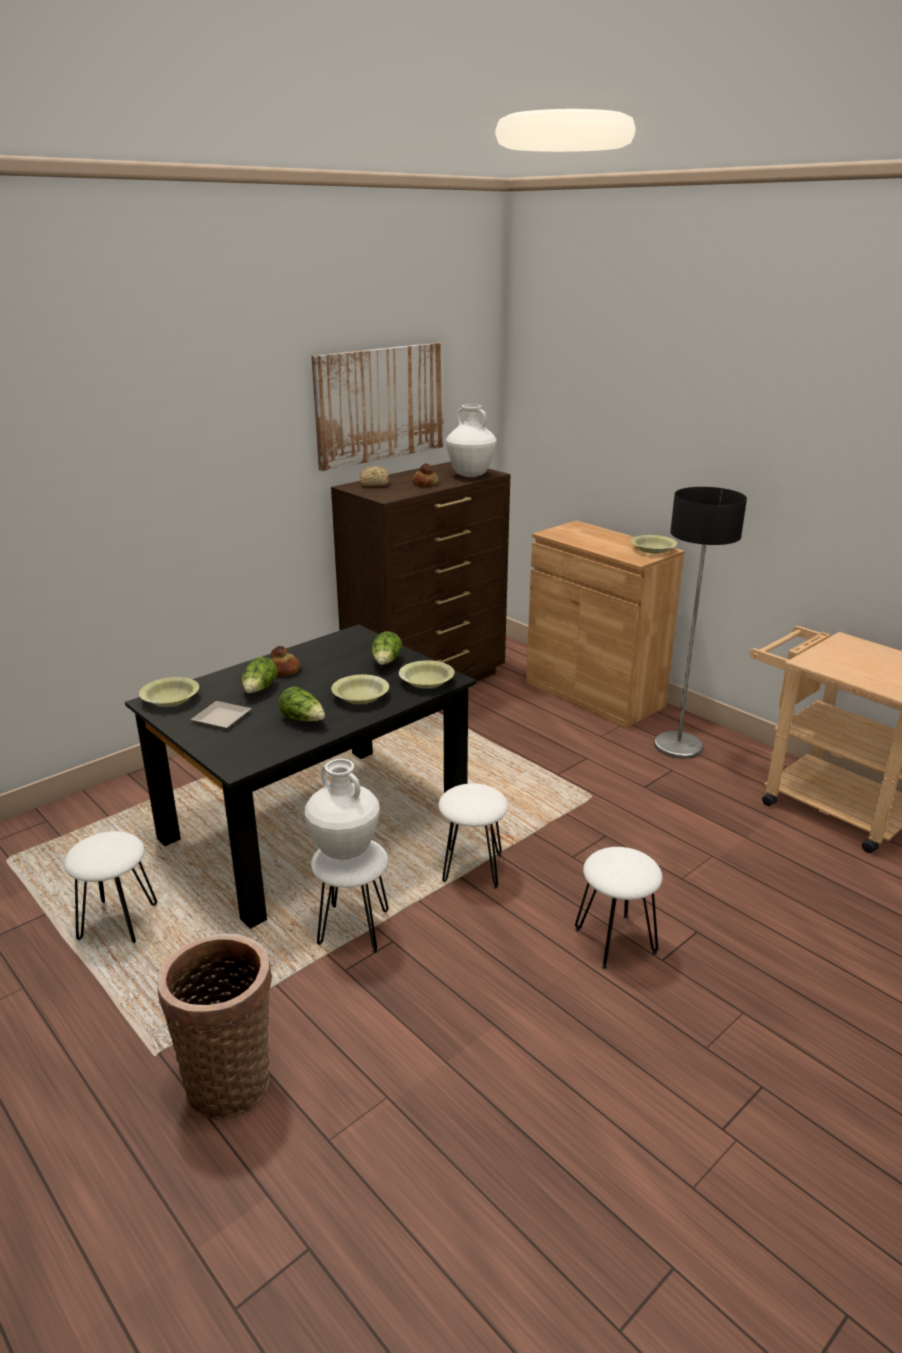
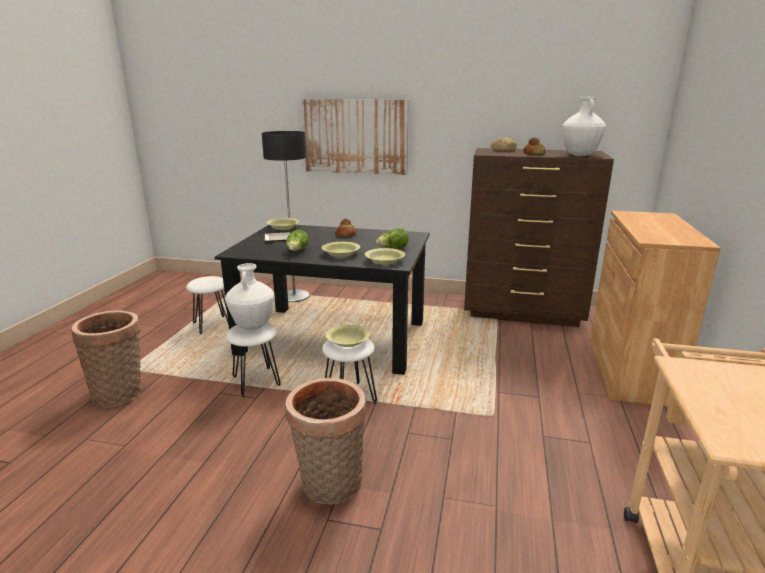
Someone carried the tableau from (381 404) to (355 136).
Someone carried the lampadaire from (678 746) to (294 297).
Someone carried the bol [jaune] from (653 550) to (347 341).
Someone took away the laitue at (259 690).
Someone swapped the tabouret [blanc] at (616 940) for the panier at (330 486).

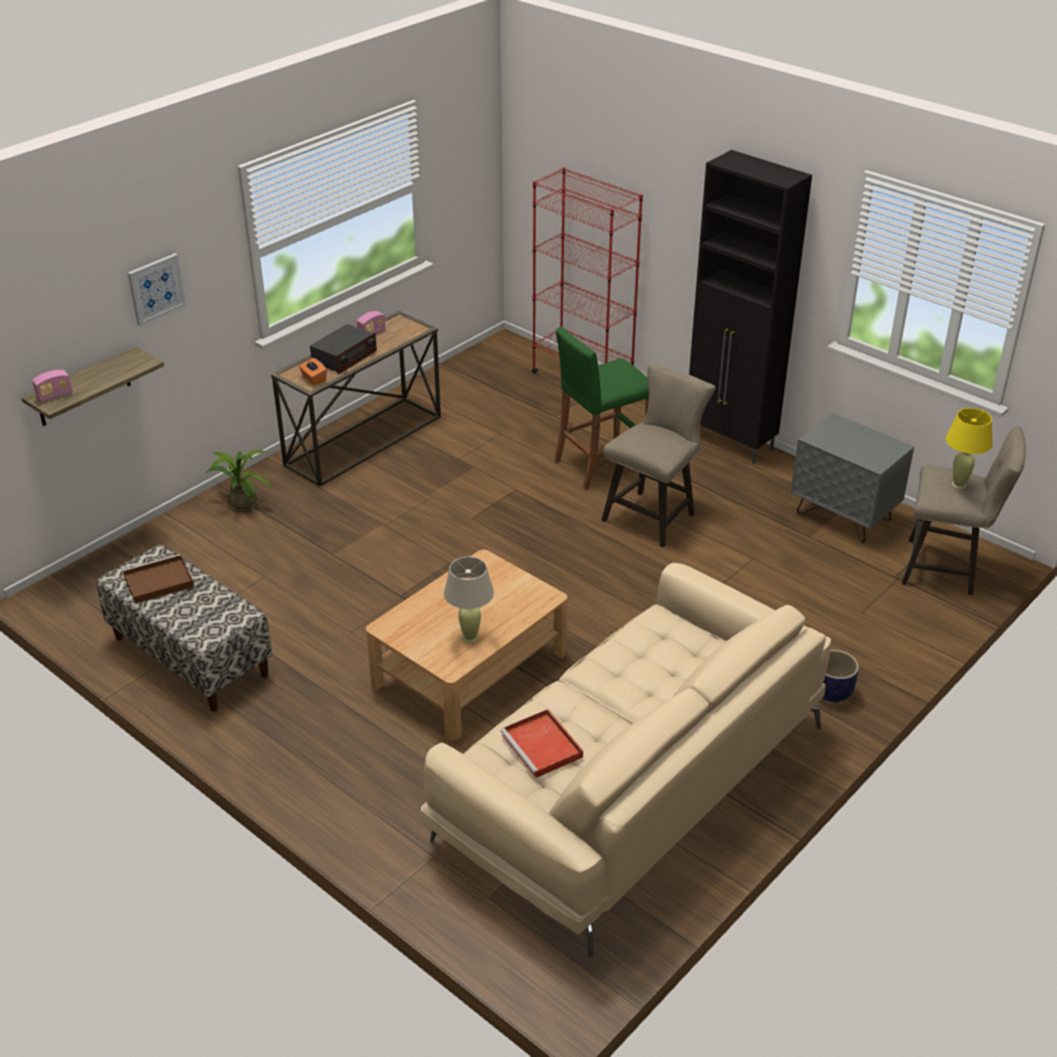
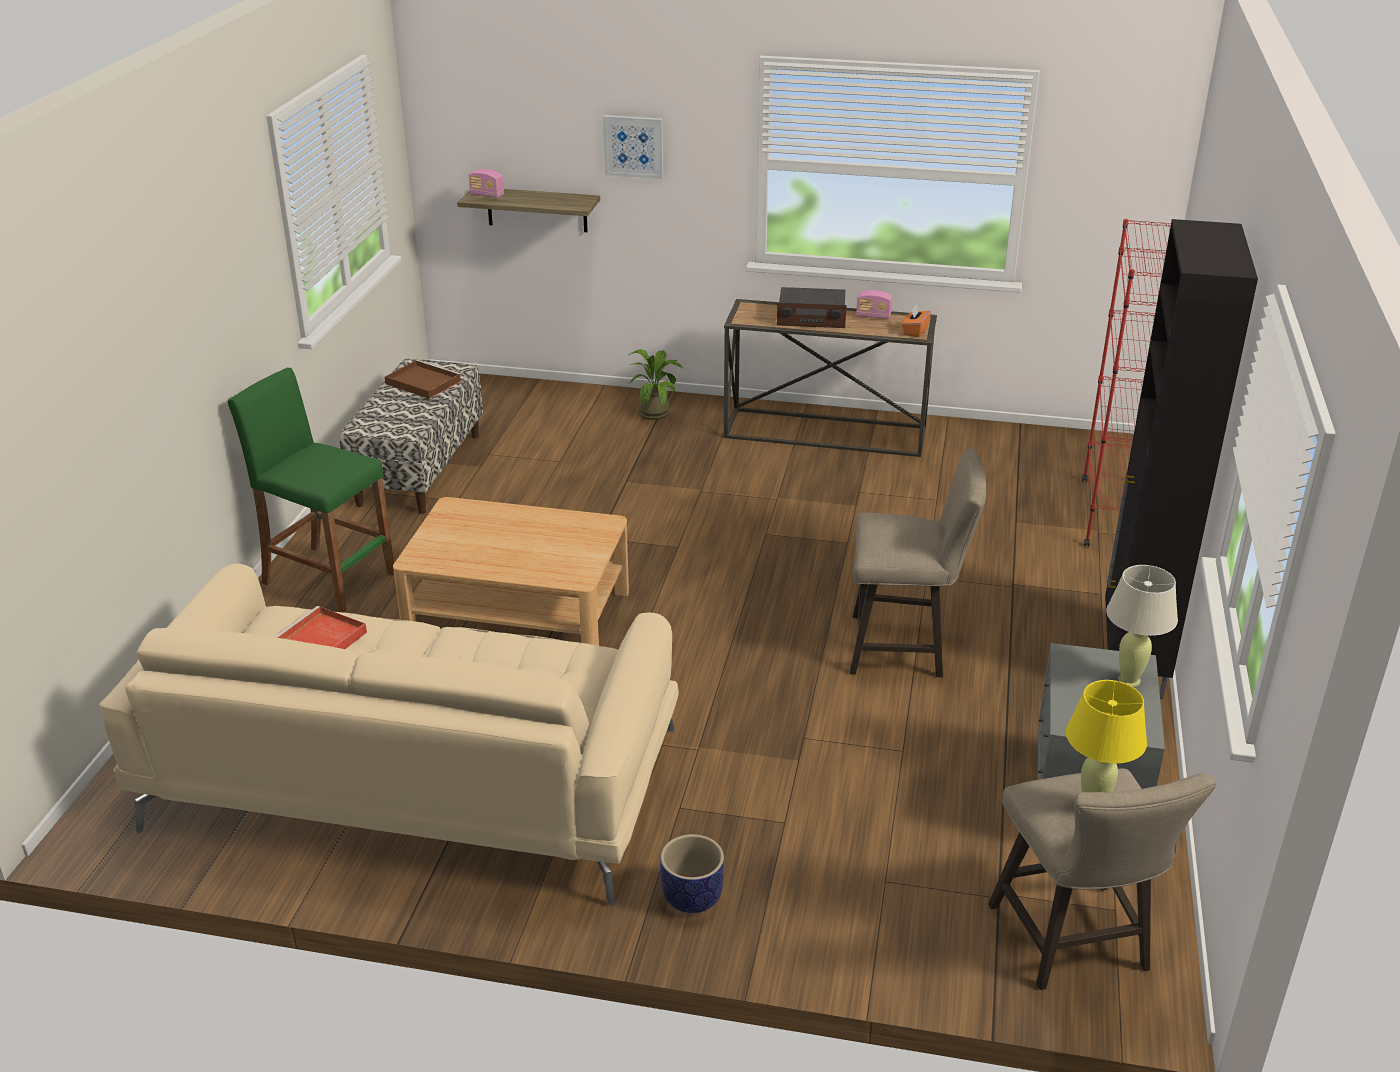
Someone carried the tabouret [vert] from (601 464) to (328 578).
Someone carried the boîte à mouchoirs [orange] from (313 378) to (915 331).
Someone carried the lampe de table [beige] from (470 637) to (1128 680).

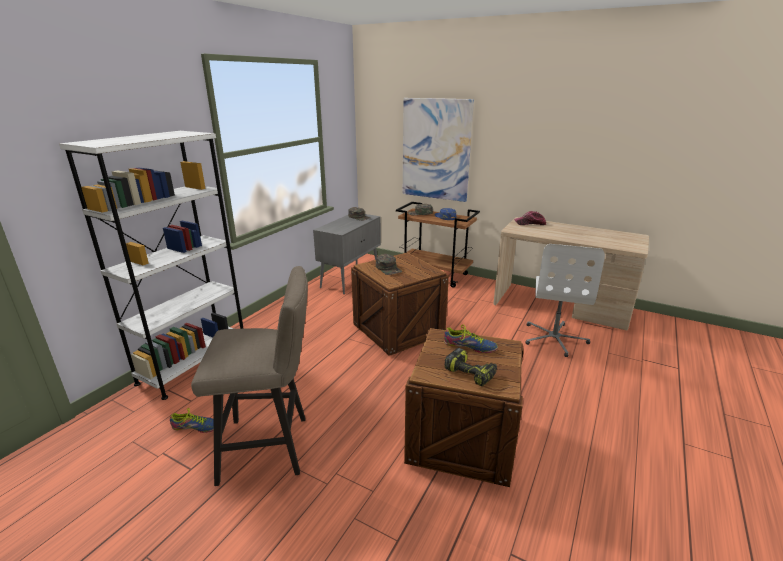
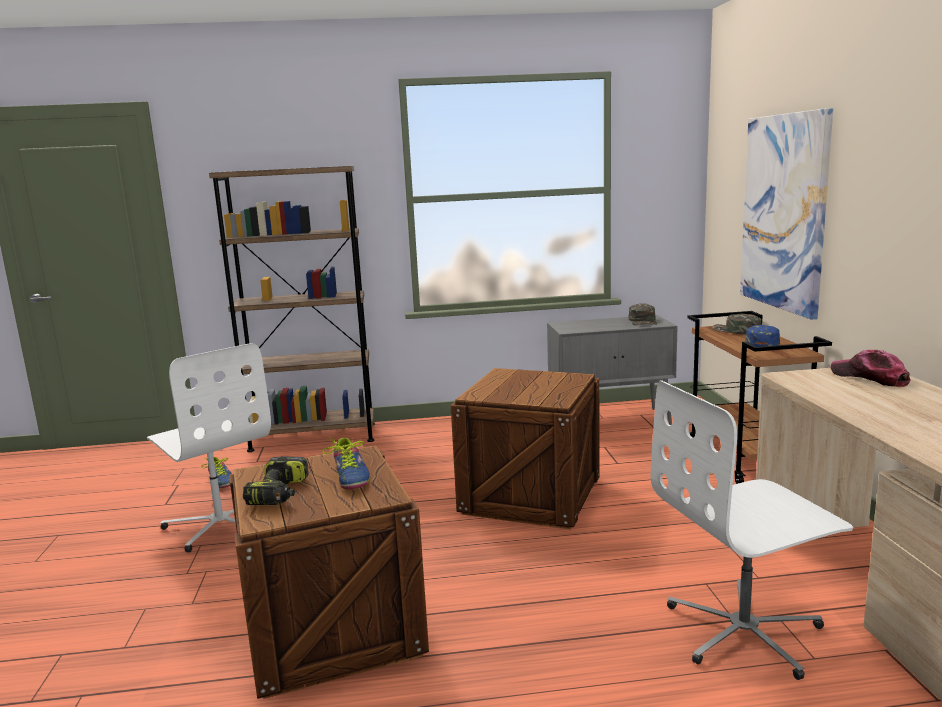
Someone repainted the bibliothèque [blanc] at (194 364), which became the bibliothèque [marron] at (313 437).
Someone took away the casquette [vert] at (388 268).
Someone swapped the tabouret [beige] at (272 447) for the chaise de bureau [blanc] at (221 523).

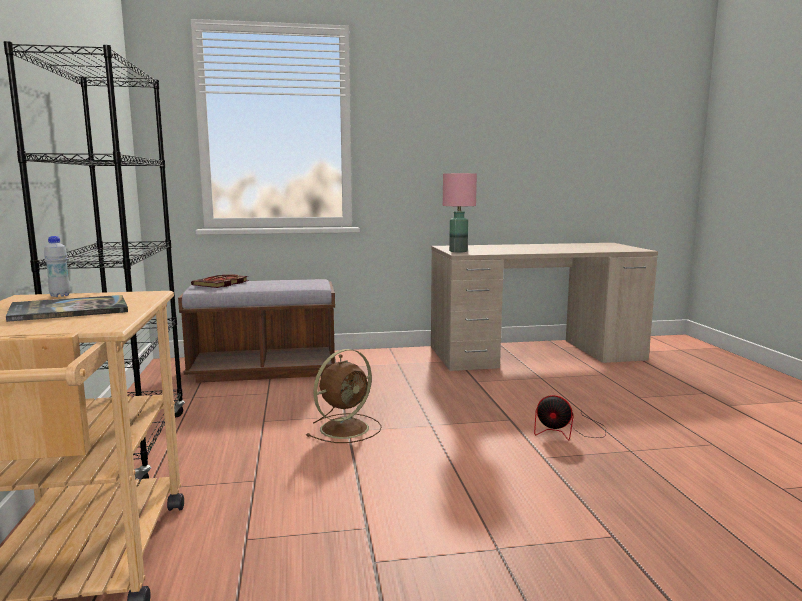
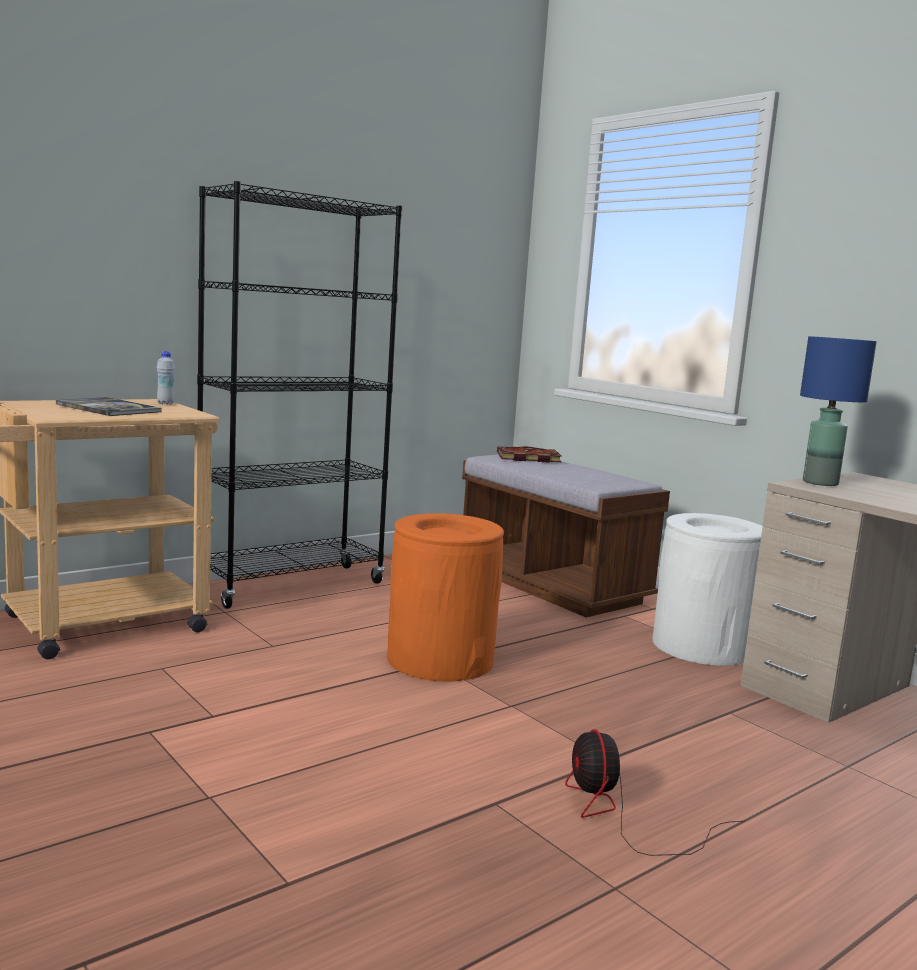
Someone repainted the lampe de table [rose] at (458 251), which became the lampe de table [bleu] at (819 483).
Someone swapped the ventilateur [marron] at (346 428) for the poubelle [orange] at (441 659).
Someone put down the poubelle [blanc] at (701 646).

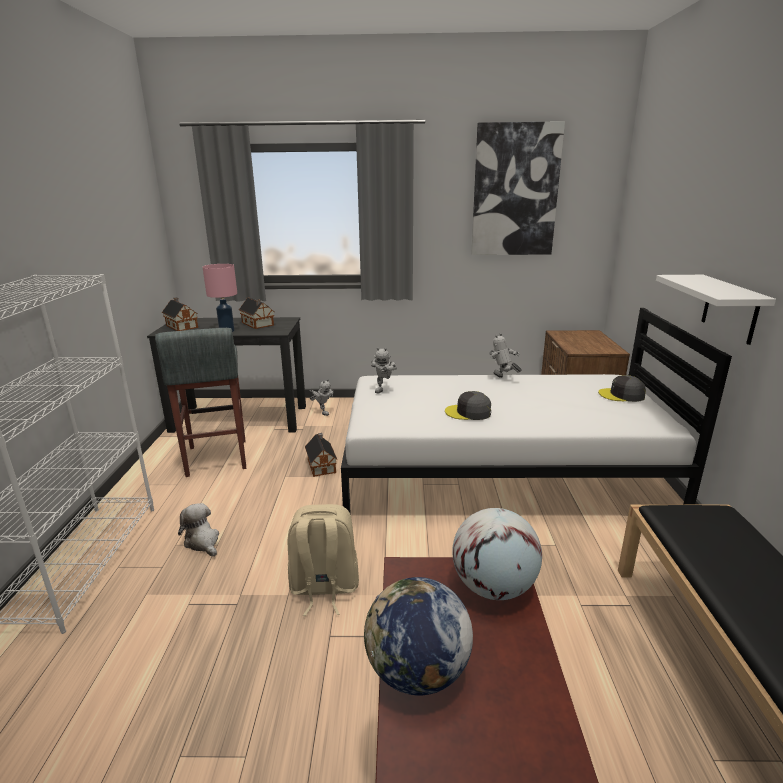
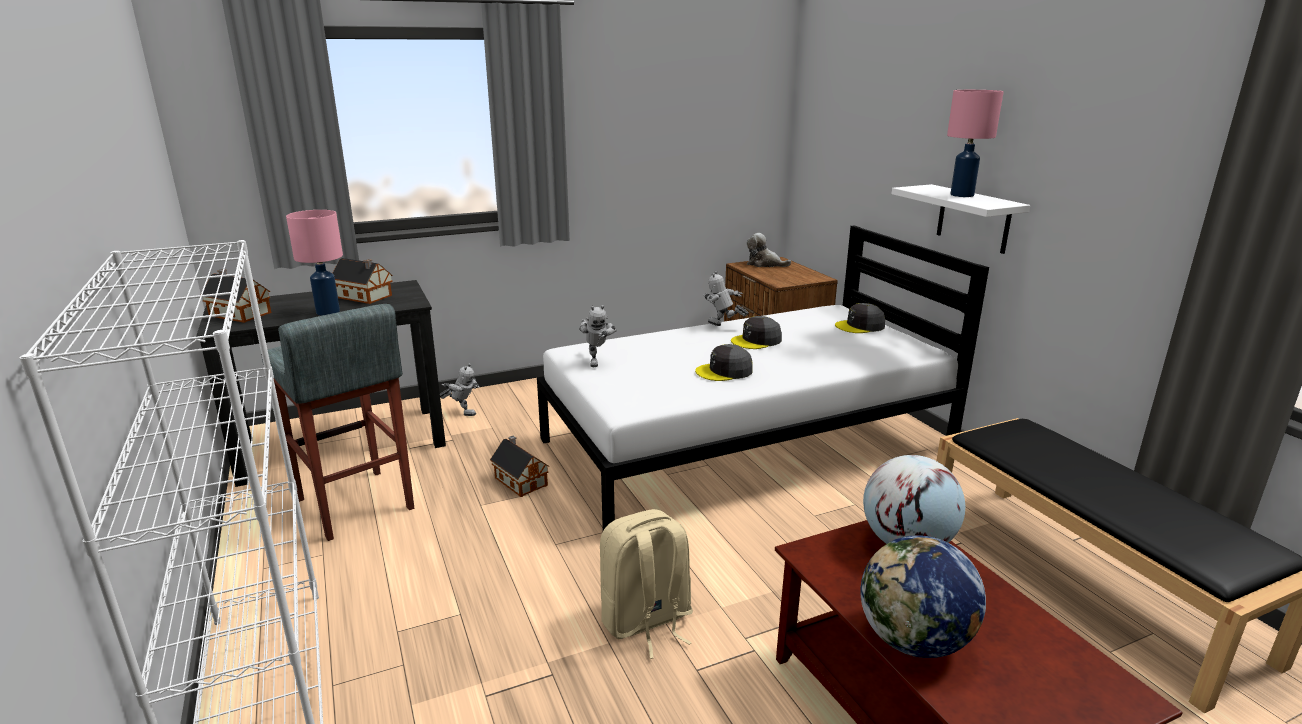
Someone took away the tableau at (515 191).
Someone carried the peluche from (202 542) to (764 264).
Someone put down the lampe de table [rose] at (961 195).
Someone put down the casquette [gris] at (756 341).

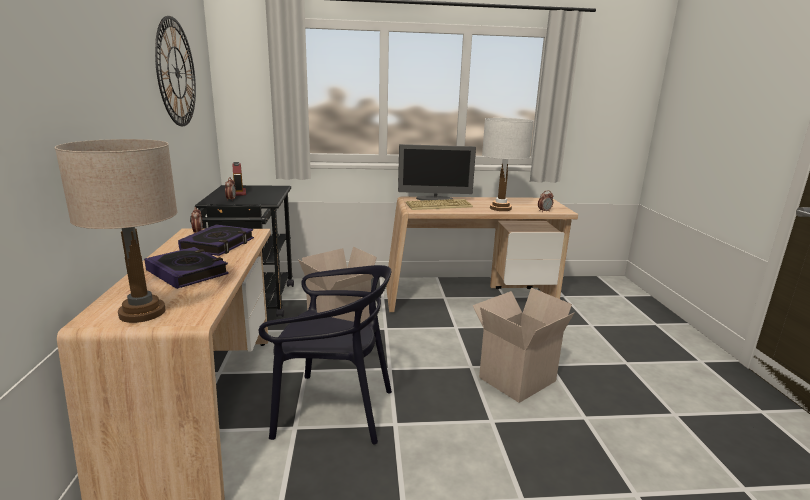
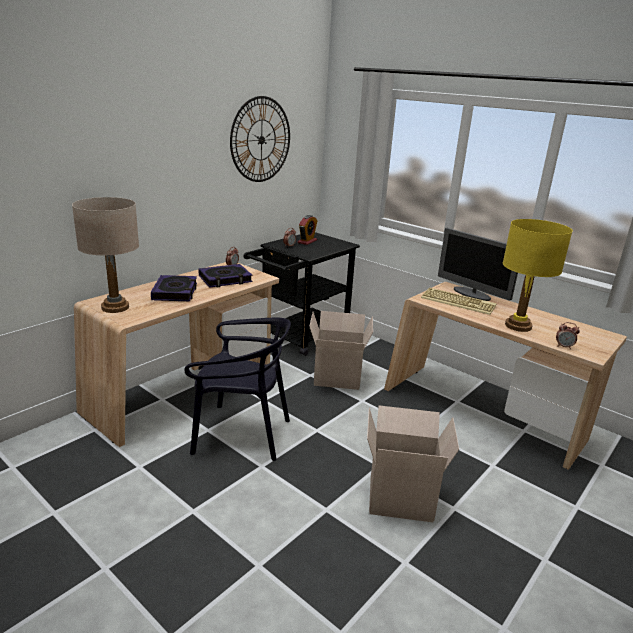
Someone repainted the lampe de table [blanc] at (500 208), which became the lampe de table [jaune] at (518 326).
Someone rotated the chaise [noir] at (333 410) by 45 degrees counterclockwise.

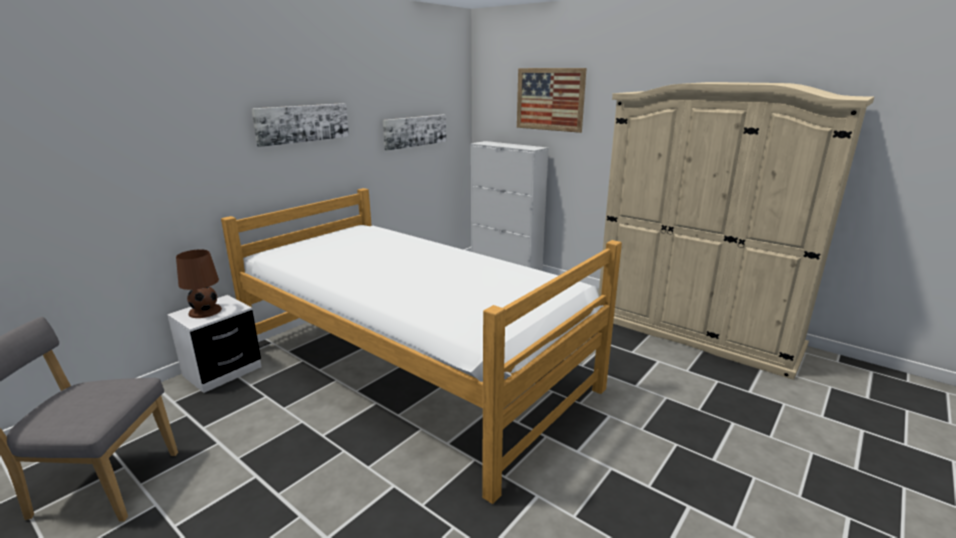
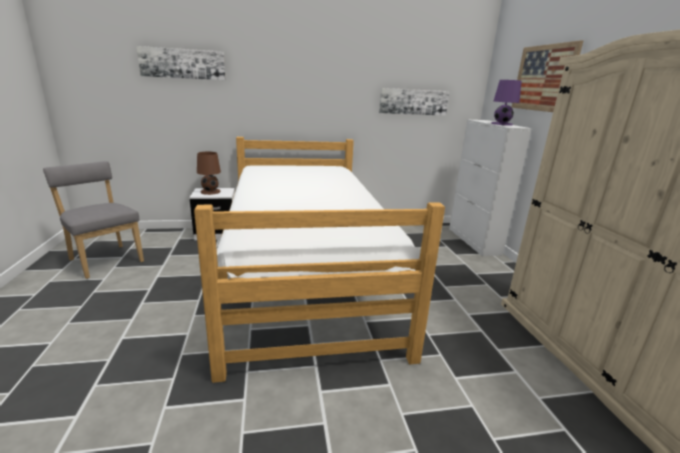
Someone carried the tableau from (302 123) to (183 63).
Someone put down the lampe de table [violet] at (502 124).

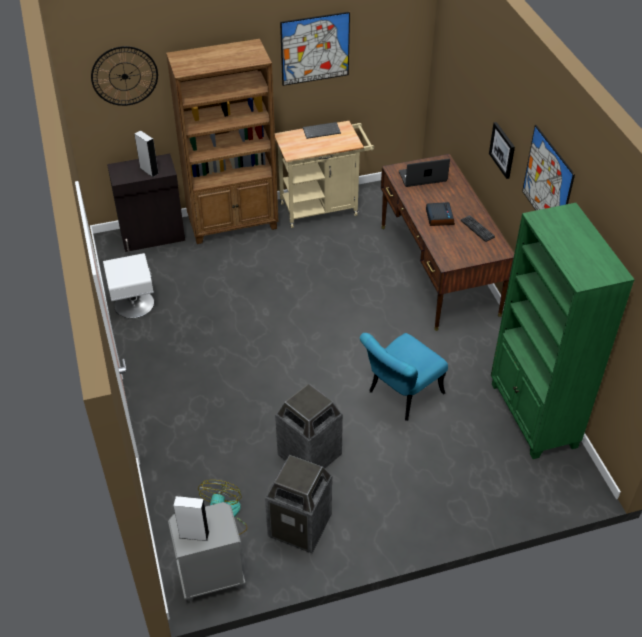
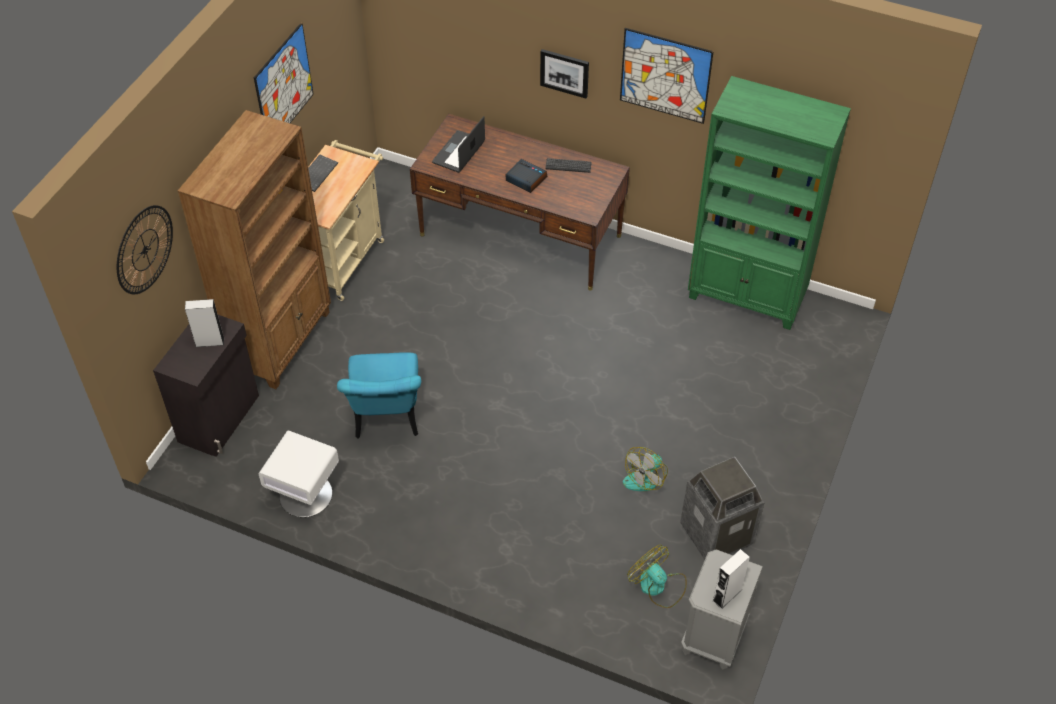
Someone carried the chaise [turquoise] from (400 396) to (387 419).
Someone swapped the poubelle at (309 456) for the ventilateur at (646 477).

